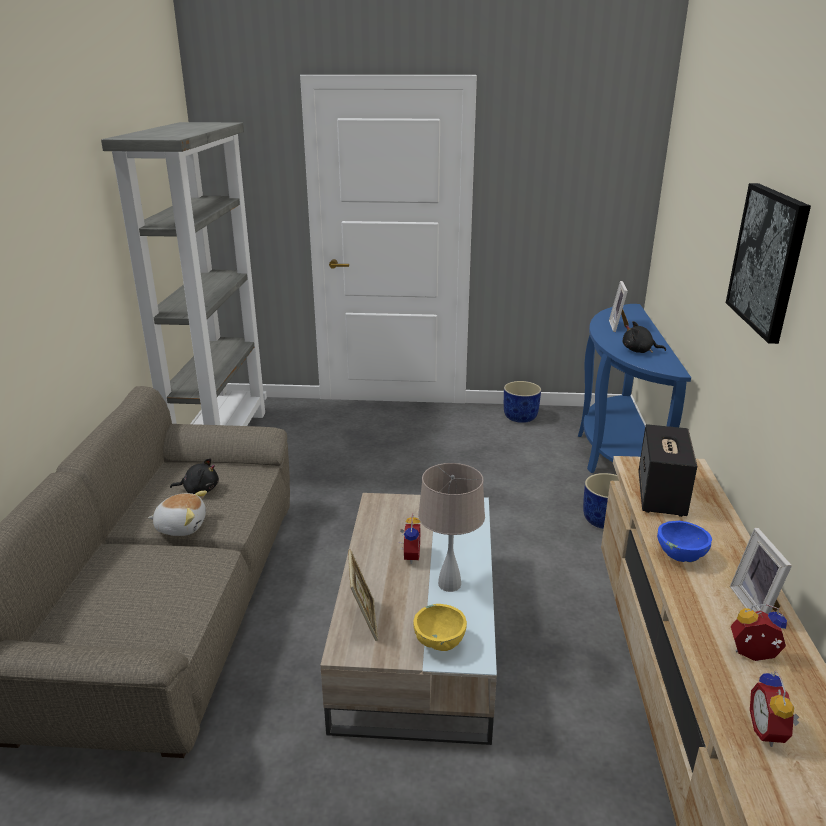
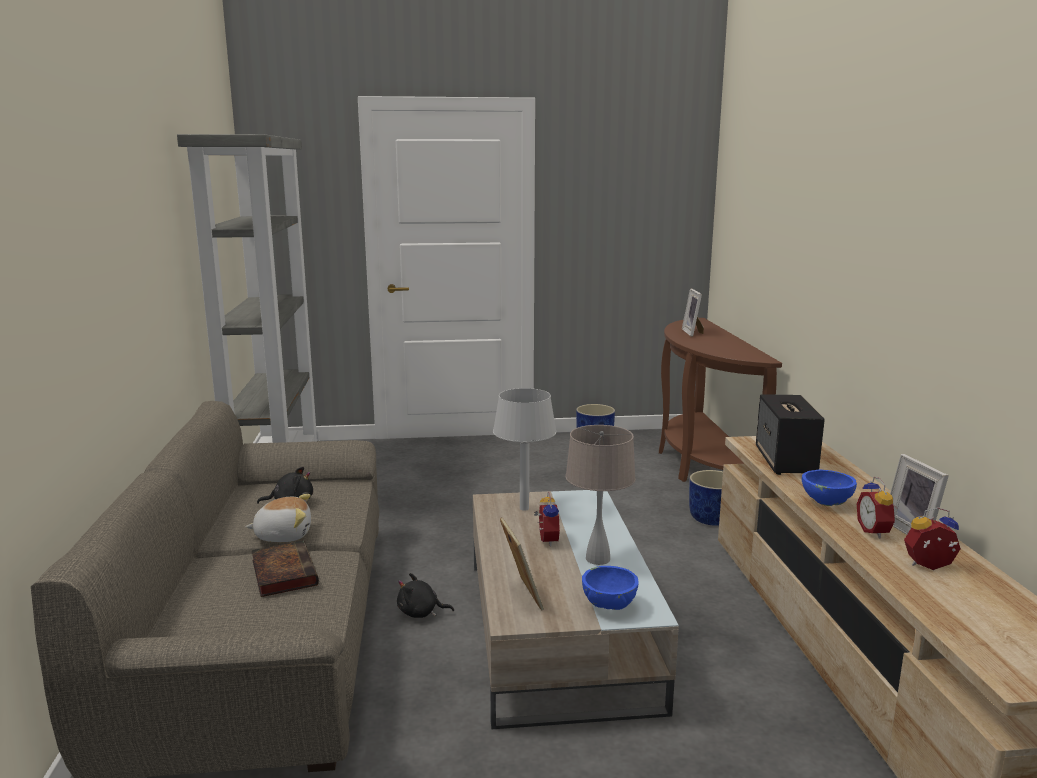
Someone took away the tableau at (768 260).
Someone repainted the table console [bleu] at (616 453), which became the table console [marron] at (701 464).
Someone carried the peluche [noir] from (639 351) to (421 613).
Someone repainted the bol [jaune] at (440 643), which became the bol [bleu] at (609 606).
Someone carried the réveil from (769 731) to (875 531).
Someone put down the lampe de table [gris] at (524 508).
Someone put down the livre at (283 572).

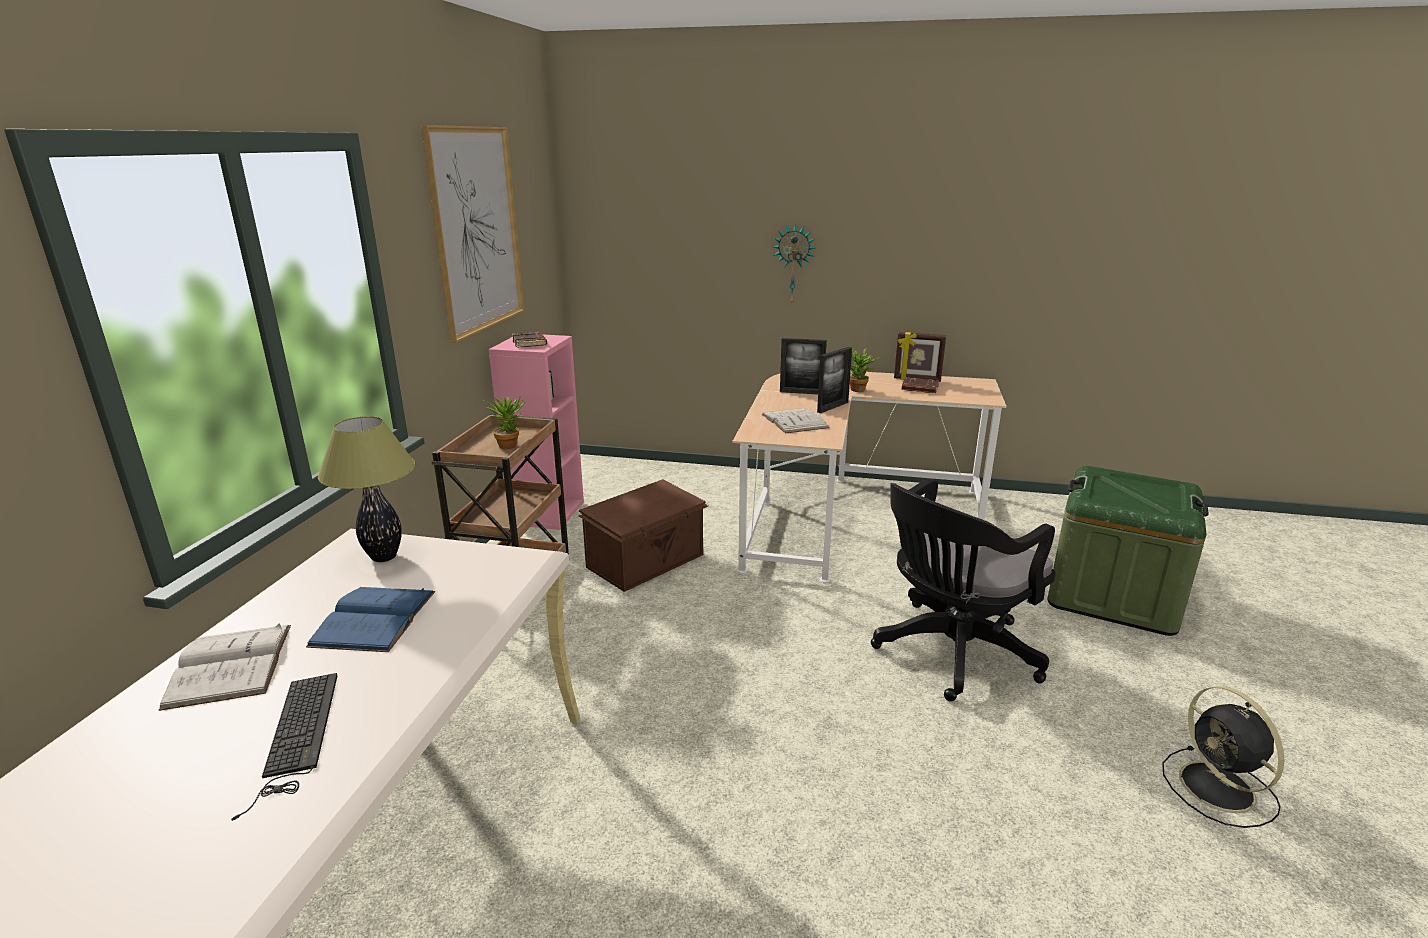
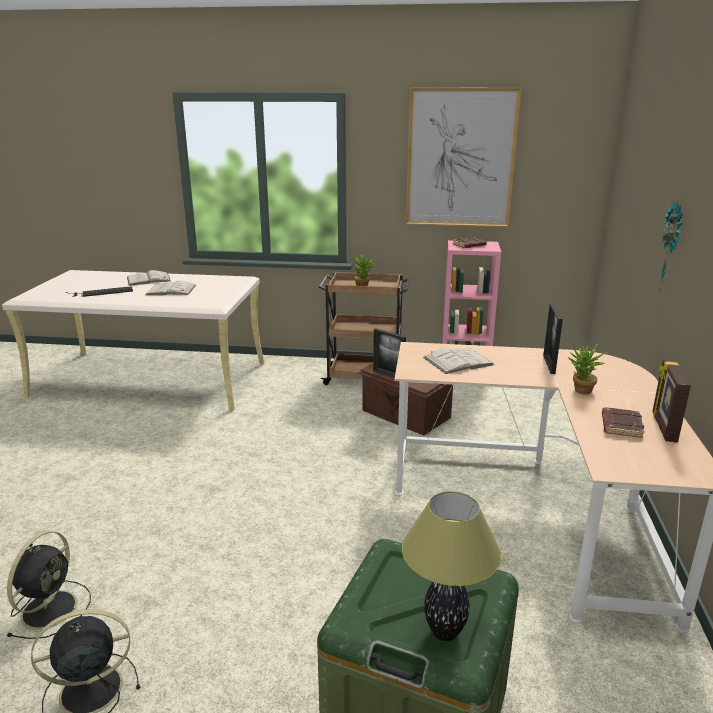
Someone carried the cadre photo from (833 407) to (388 375).
Someone carried the lampe de table from (384 557) to (444 632).
Someone took away the chaise de bureau [noir] at (950 653).
Someone repainted the livre [bleu] at (374 618), which became the livre [blanc] at (171 290).
Someone put down the ventilateur [noir] at (51 608).

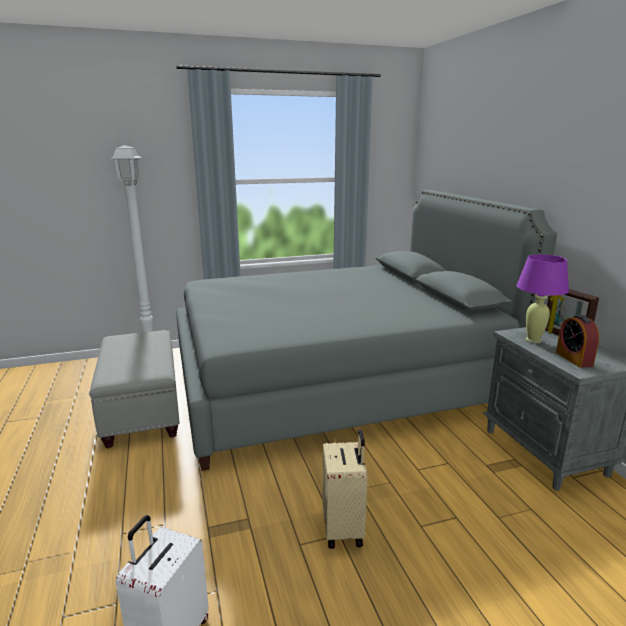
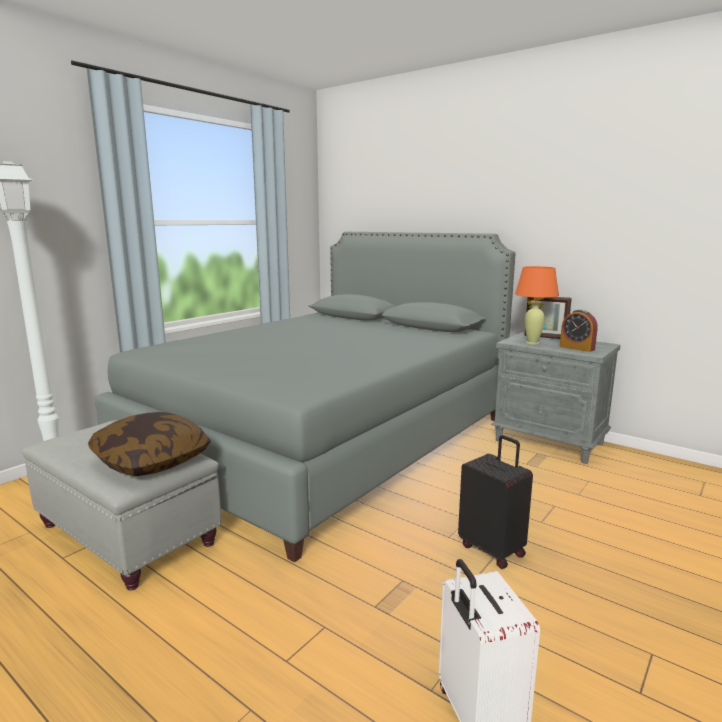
Someone repainted the lampe de table [violet] at (533 340), which became the lampe de table [orange] at (532 343).
Someone repainted the valise [beige] at (344 529), which became the valise [noir] at (493 549).
Someone put down the coussin at (152 461).

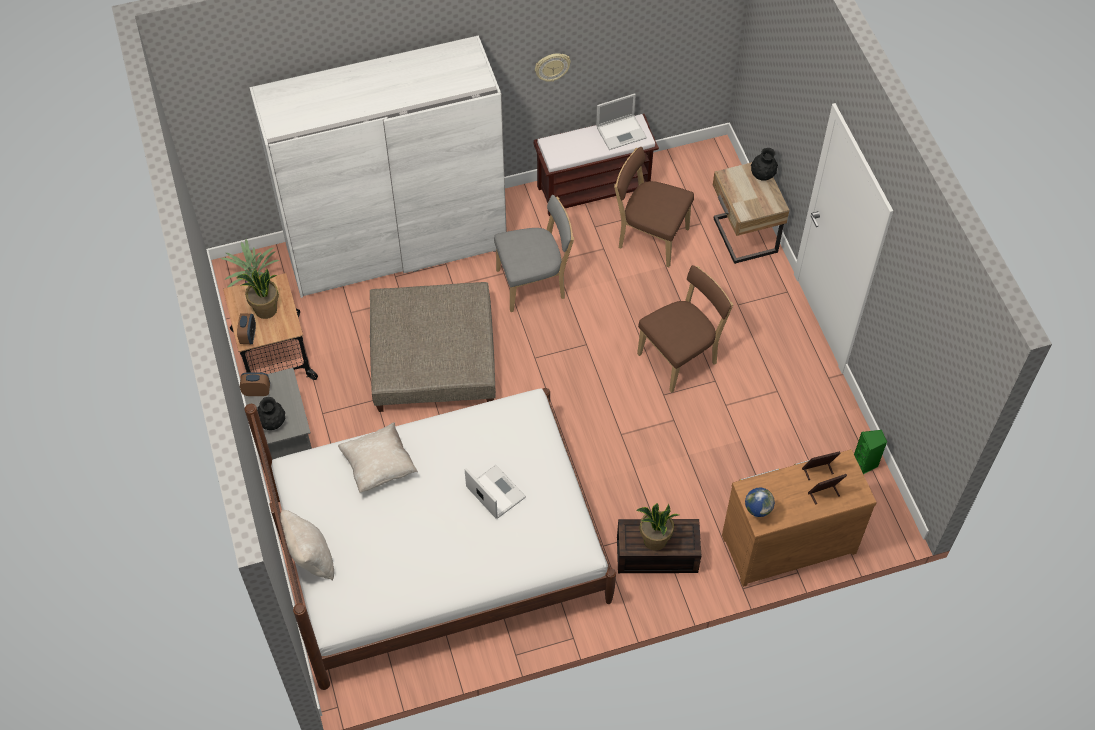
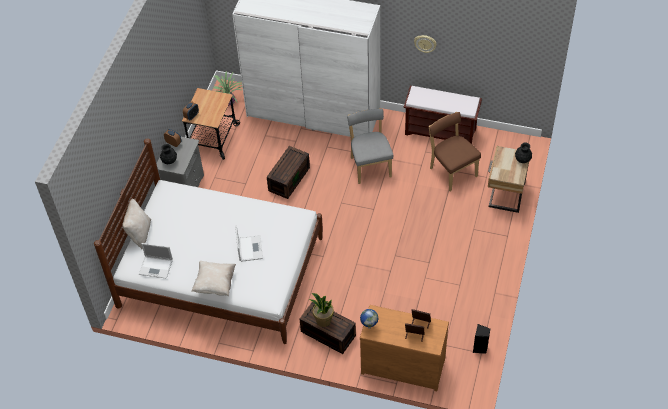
Someone carried the ordinateur portable from (622 132) to (156 267).
Someone rotated the chaise [gris] at (534 284) by 120 degrees counterclockwise.
Someone took away the chaise [marron] at (680 357).
Someone took away the plante en pot at (266 310).
Someone swapped the pouf [beige] at (433 359) for the boîte de rangement [marron] at (289 178).
Someone carried the coussin [beige] from (379 466) to (215 284).
Someone repainted the enceinte [vert] at (866 463), which became the enceinte [noir] at (480 348).

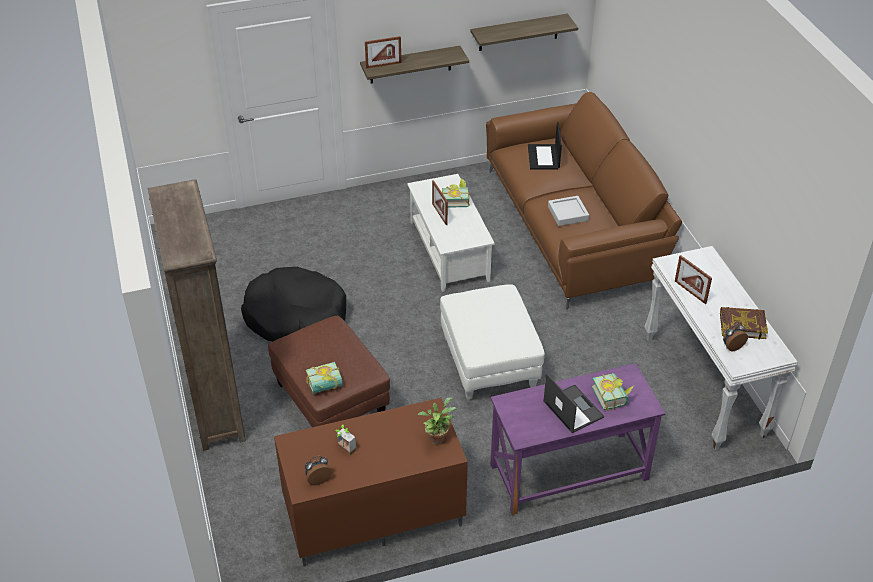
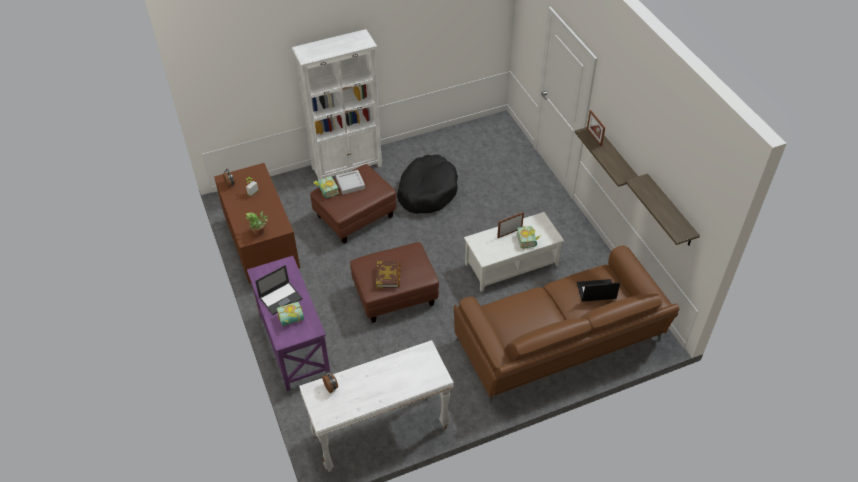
Someone repainted the bibliothèque [marron] at (215 405), which became the bibliothèque [blanc] at (347 167).
Someone carried the plateau [gris] from (568 213) to (350 184).
Someone took away the cadre photo at (690 292).
Someone repainted the pouf [blanc] at (489 361), which became the pouf [marron] at (395 295).
Someone carried the livre from (742 325) to (388 276).

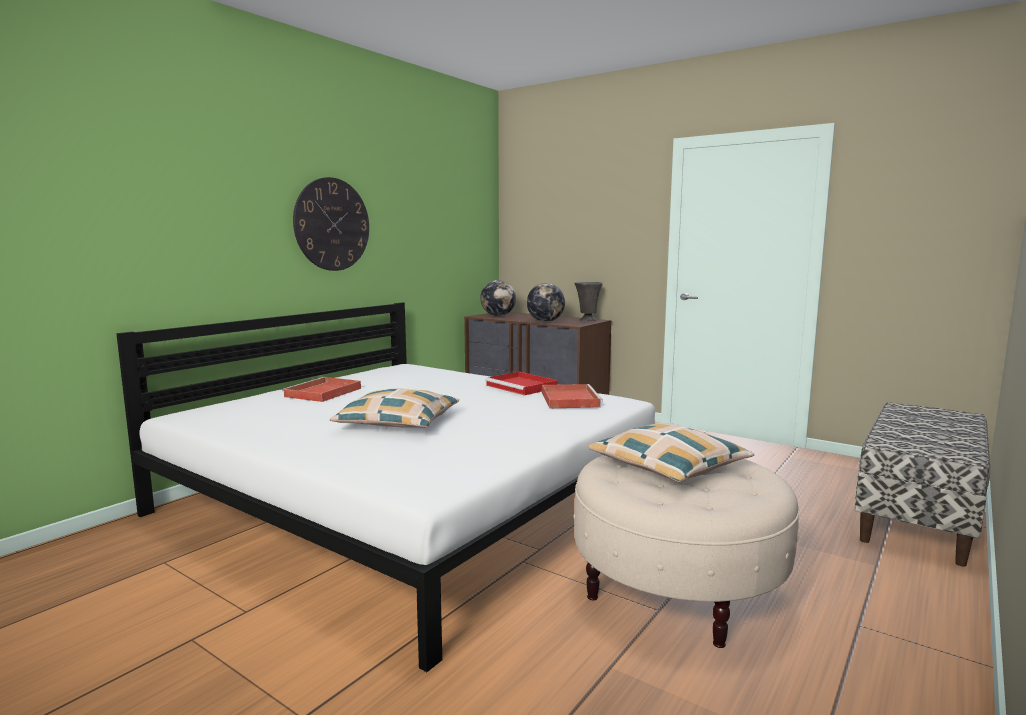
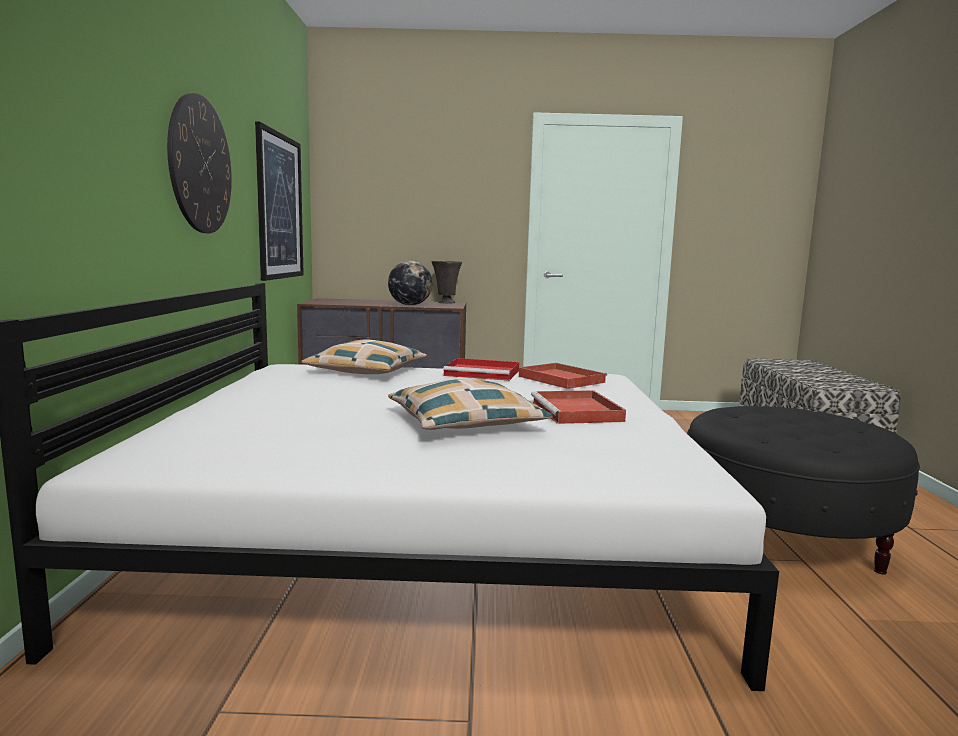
Someone took away the globe at (498 315).
Someone carried the plateau [rouge] from (322 393) to (577 412).
Someone carried the coussin from (668 466) to (366 371).
Someone repainted the pouf [beige] at (677 589), which became the pouf [noir] at (783 539).
Someone put up the tableau at (279 207).

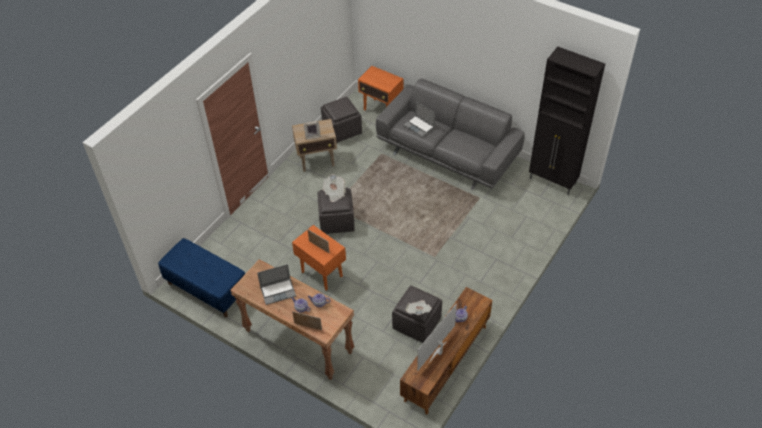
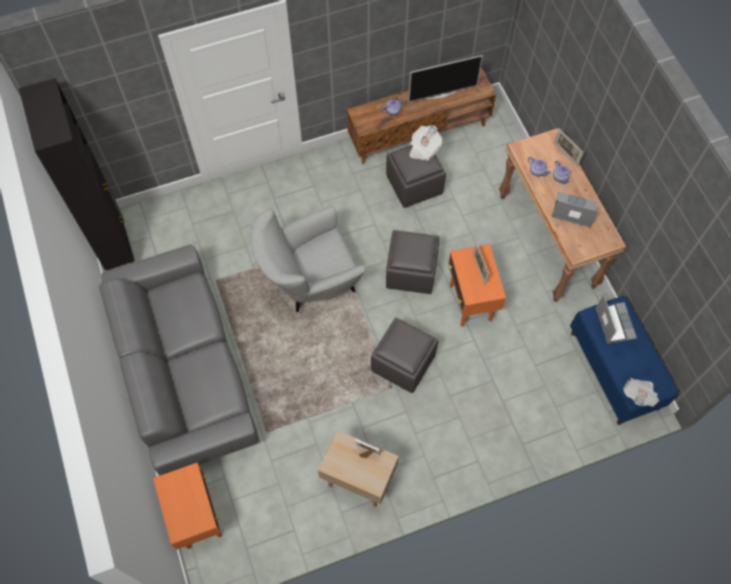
Someone carried the pouf [gris] from (342 129) to (410 272).
Someone carried the ordinateur portable from (419 126) to (614 323).
Someone carried the journal from (334 192) to (639 395).
Someone put down the fauteuil [gris] at (310 283).

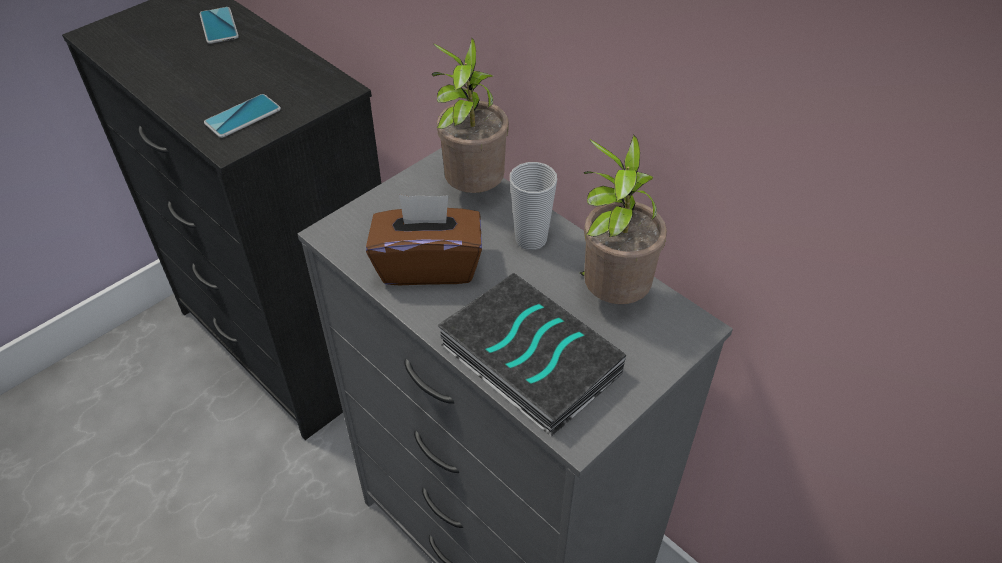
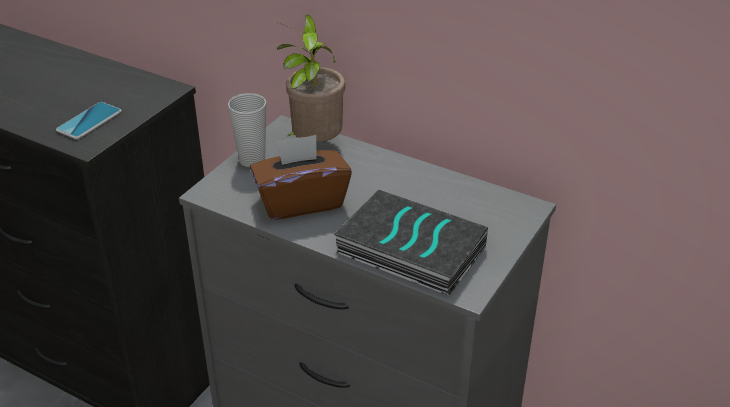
Someone took away the téléphone at (219 26).
Someone took away the plante en pot at (611 295).
Someone carried the tasse from (531 239) to (252 160).

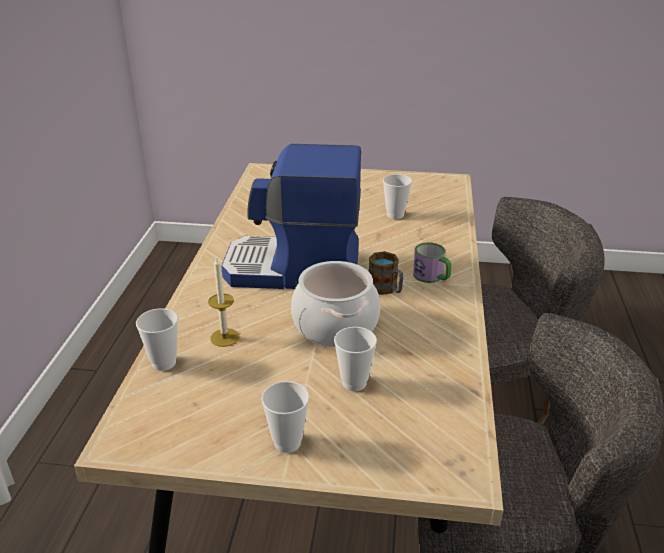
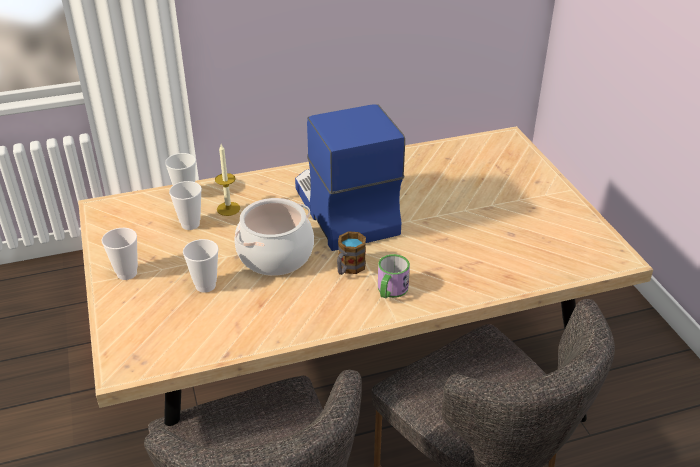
Someone carried the tasse from (395 215) to (190 224).

